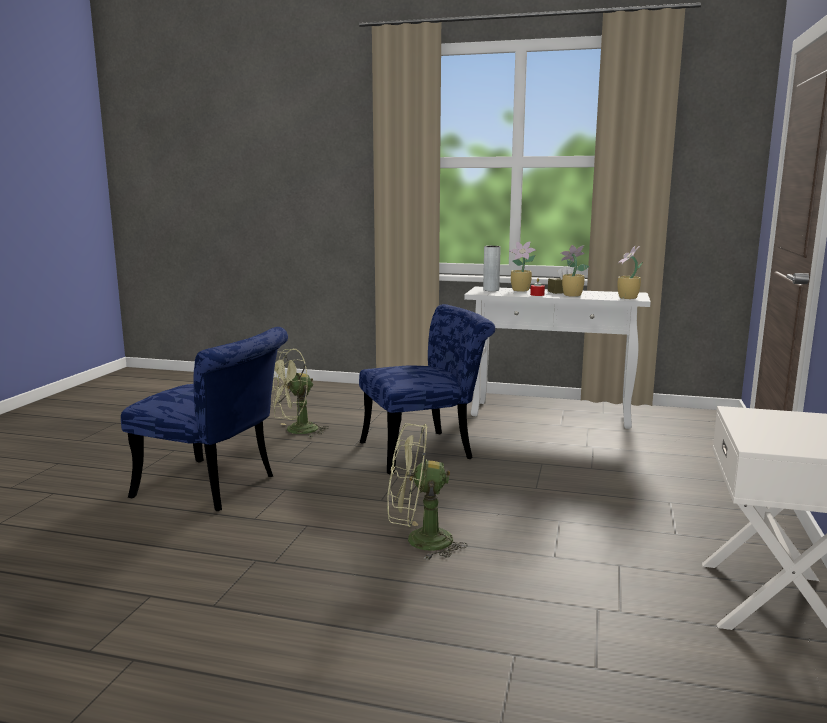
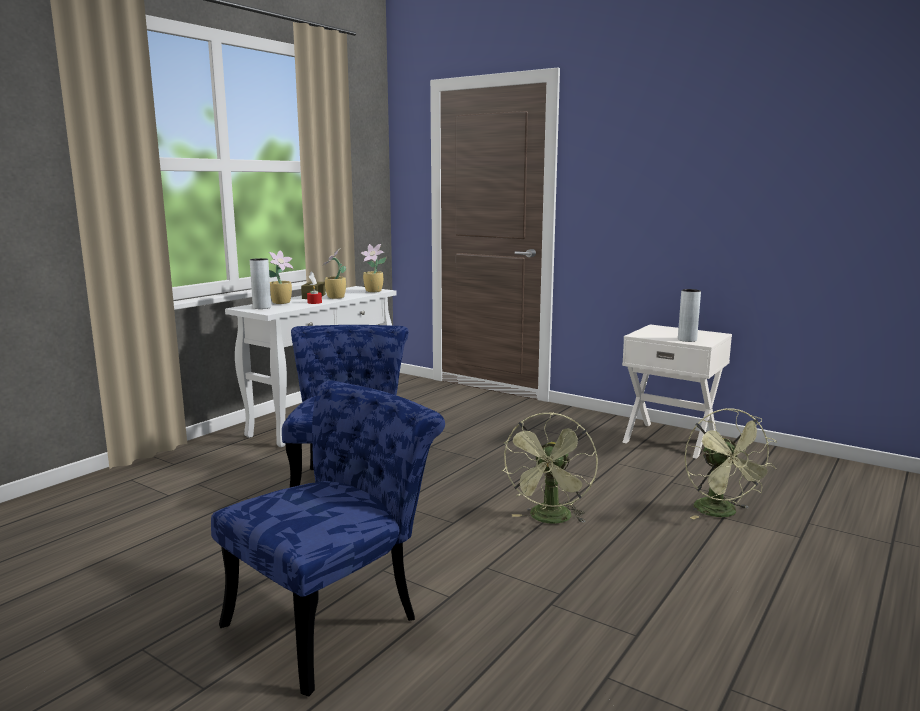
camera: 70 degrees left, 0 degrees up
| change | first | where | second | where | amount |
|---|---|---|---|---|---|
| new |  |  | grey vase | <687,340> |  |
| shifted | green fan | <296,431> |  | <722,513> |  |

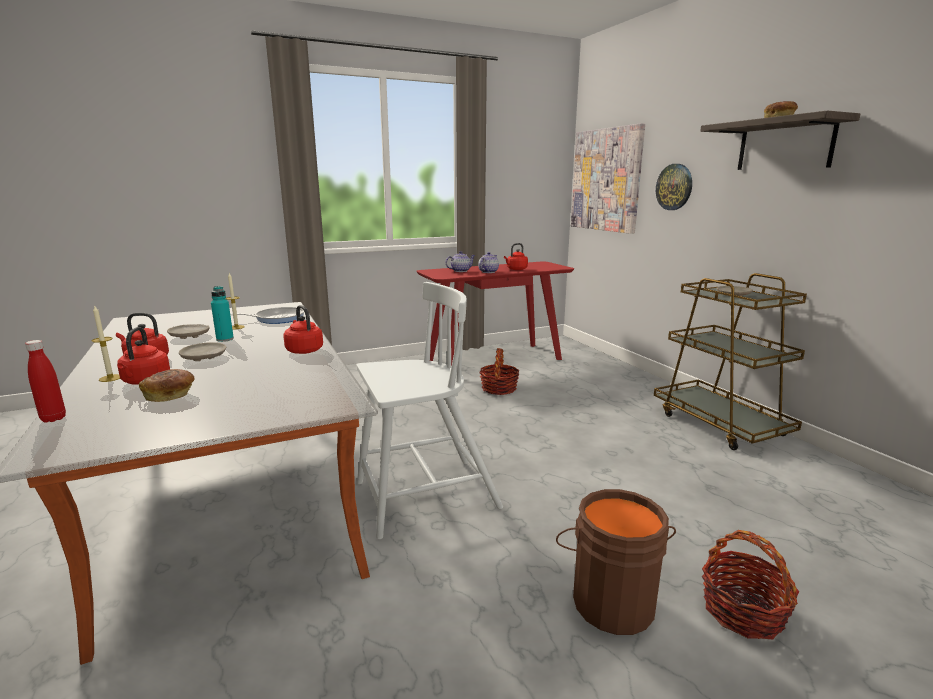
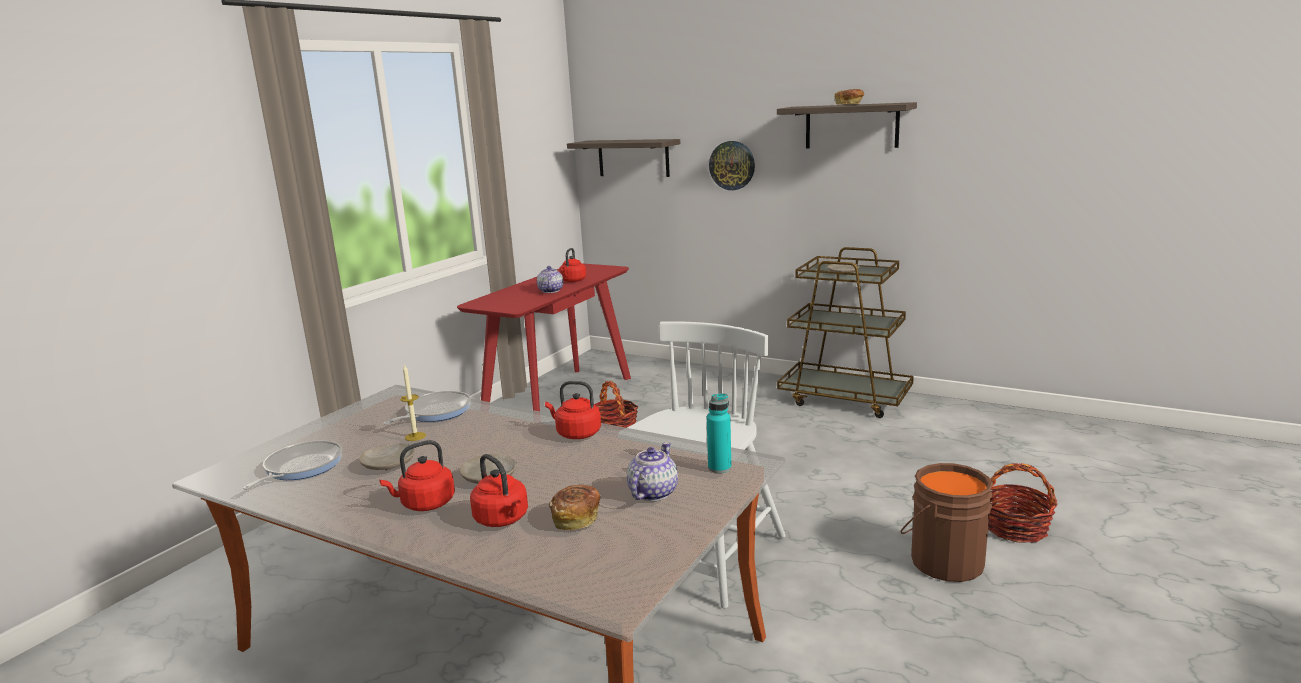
camera: 35 degrees left, 0 degrees up
| change | first | where | second | where | amount |
|---|---|---|---|---|---|
| gone | red bottle | <53,418> |  |  |  |
| gone | candle | <110,378> |  |  |  |
| new |  |  | frying pan | <300,467> |  |
| shifted | turquoise bottle | <225,339> |  | <719,468> |  |
| shifted | teapot | <460,271> |  | <652,493> |  |
| swapped | picture | <606,180> | shelf | <633,158> |  |

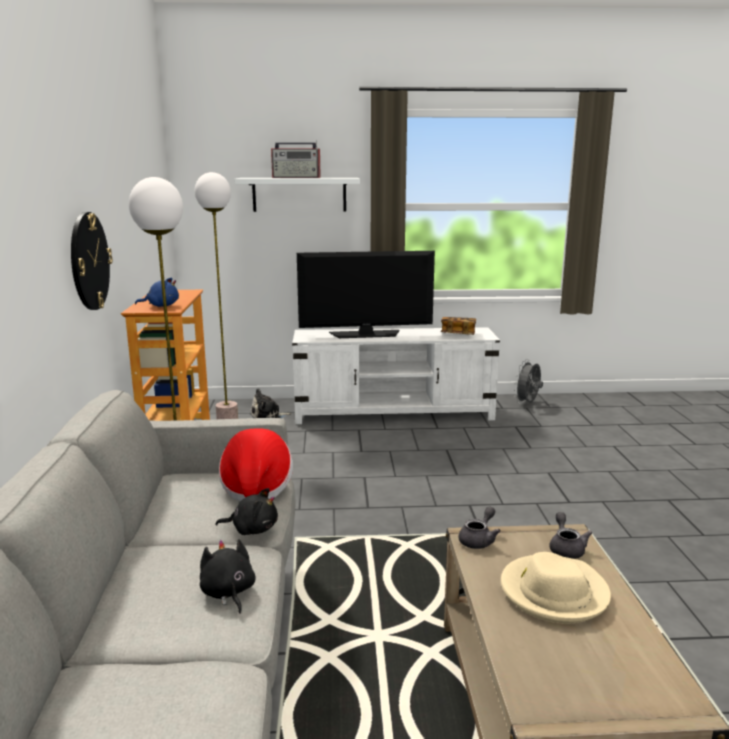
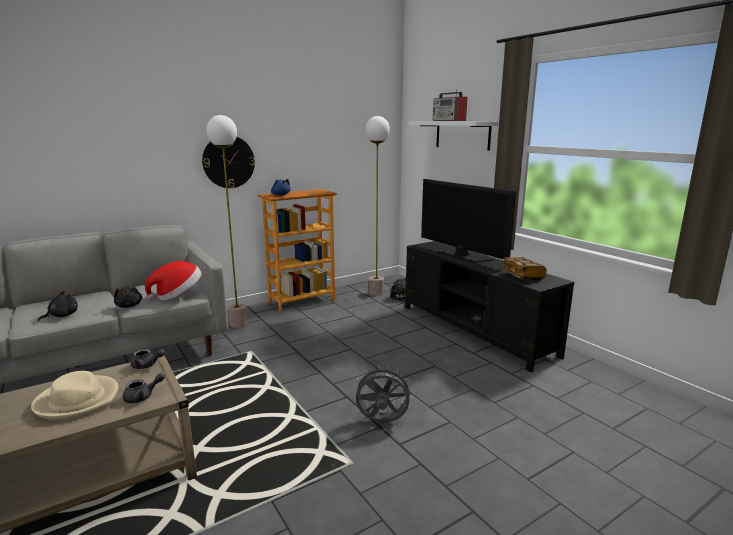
camera: 60 degrees right, 0 degrees up
| change | first | where | second | where | amount |
|---|---|---|---|---|---|
| shifted | grey fan | <527,403> |  | <382,422> |  |
| repainted | white tv stand | <394,413> | black tv stand | <475,330> |  |

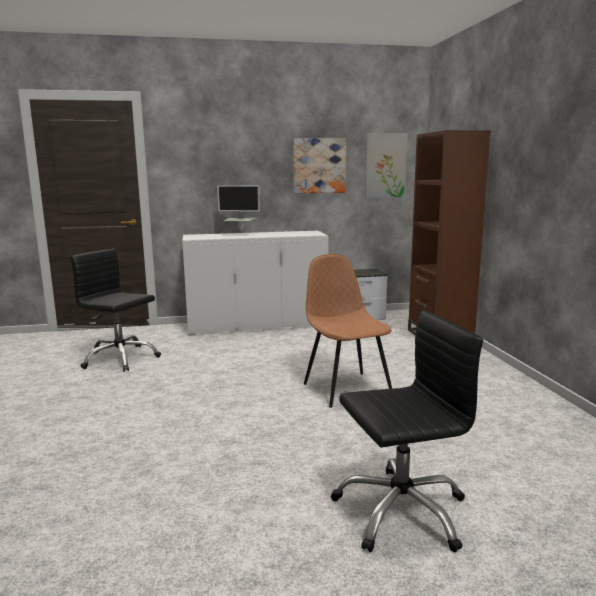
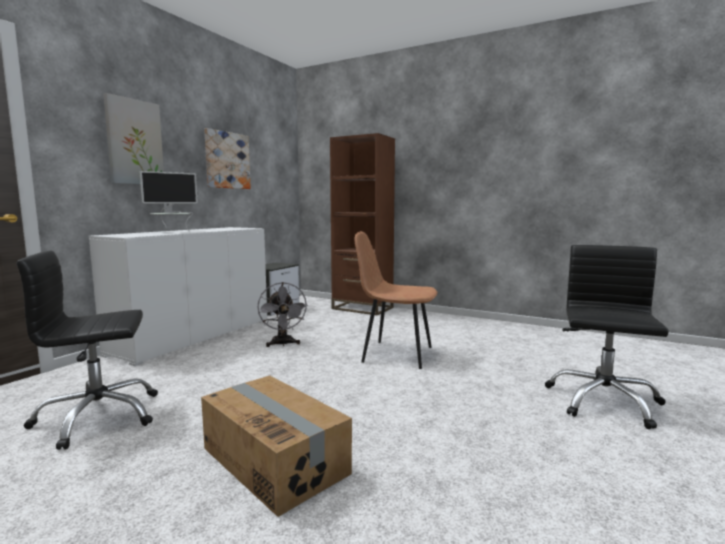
camera: 50 degrees left, 5 degrees down
| change | first | where | second | where | amount |
|---|---|---|---|---|---|
| new |  |  | cardboard box | <275,460> |  |
| new |  |  | grey fan | <283,344> |  |
| shifted | picture | <385,165> |  | <134,142> |  |

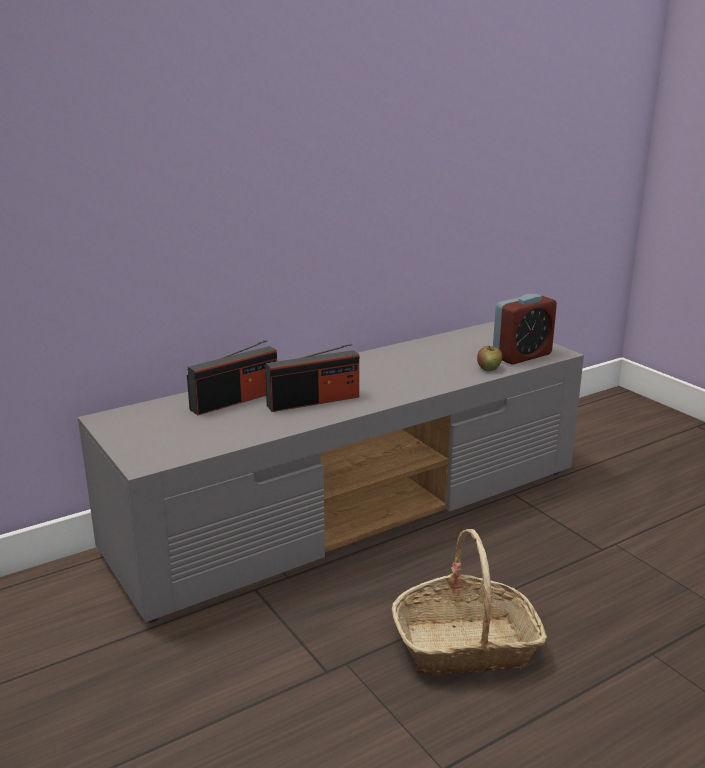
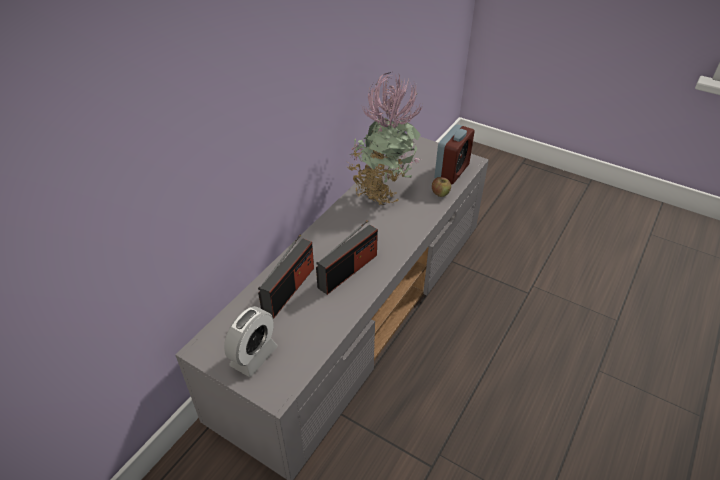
camera: 25 degrees left, 20 degrees up
| change | first | where | second | where | amount |
|---|---|---|---|---|---|
| gone | basket | <466,645> |  |  |  |
| new |  |  | alarm clock | <254,356> |  |
| new |  |  | potted plant | <382,191> |  |

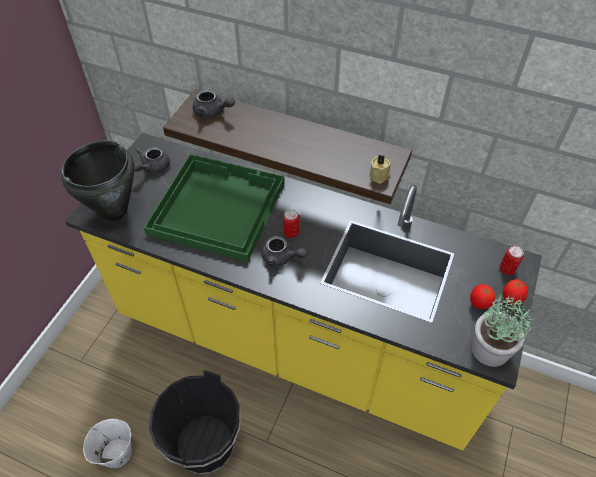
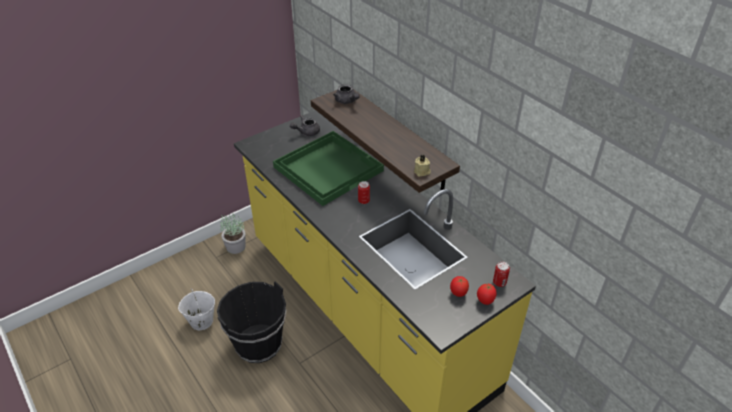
camera: 30 degrees right, 10 degrees down
| change | first | where | second | where | amount |
|---|---|---|---|---|---|
| gone | black cooking pot | <114,211> |  |  |  |
| gone | grey teapot | <281,258> |  |  |  |
| shifted | potted plant | <490,350> |  | <235,247> |  |

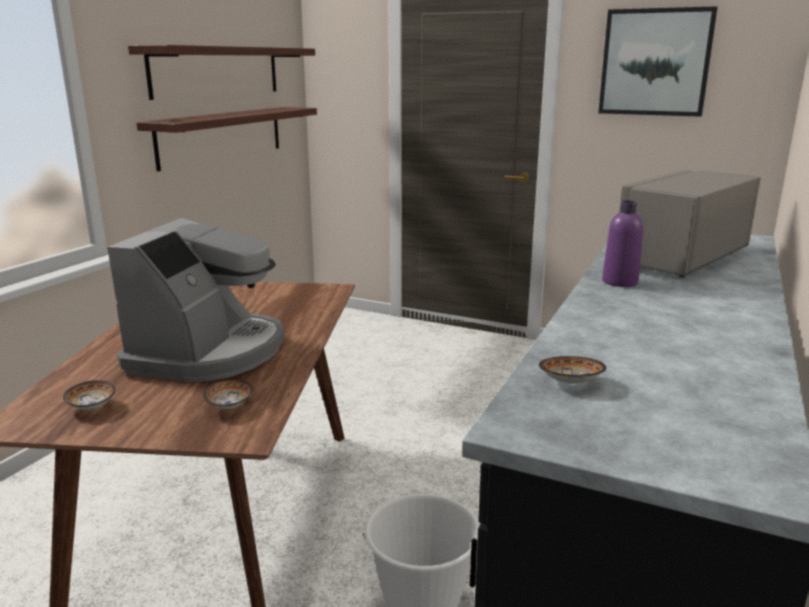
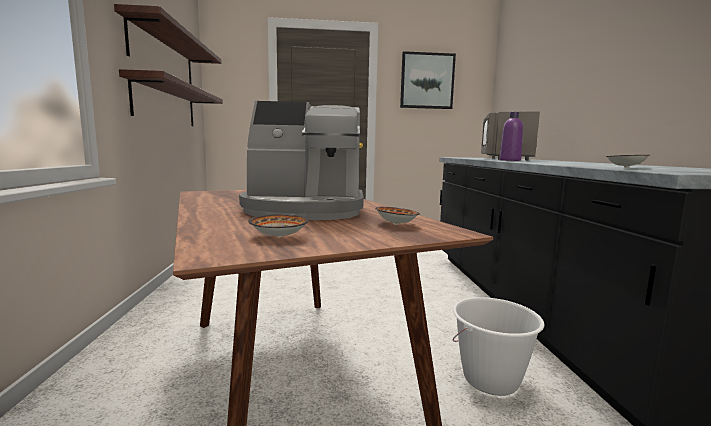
camera: 30 degrees left, 10 degrees down
| change | first | where | second | where | amount |
|---|---|---|---|---|---|
| rotated | coffee machine | <209,352> |  | <305,209> | 105 degrees clockwise |

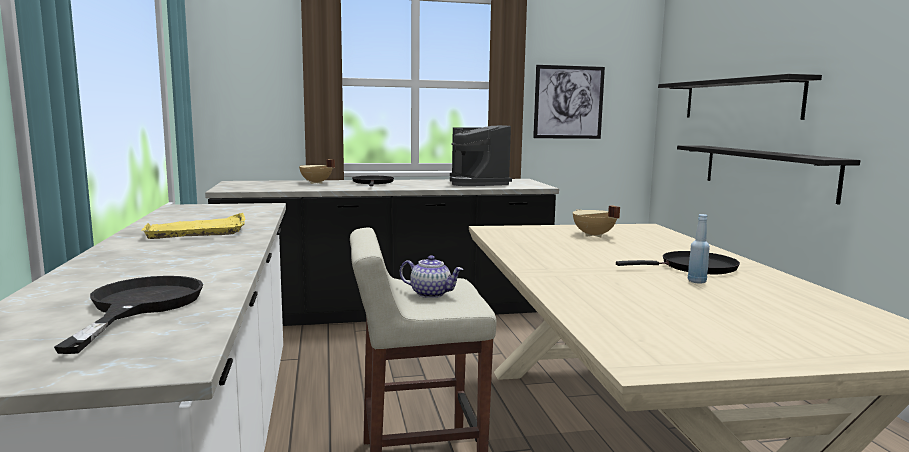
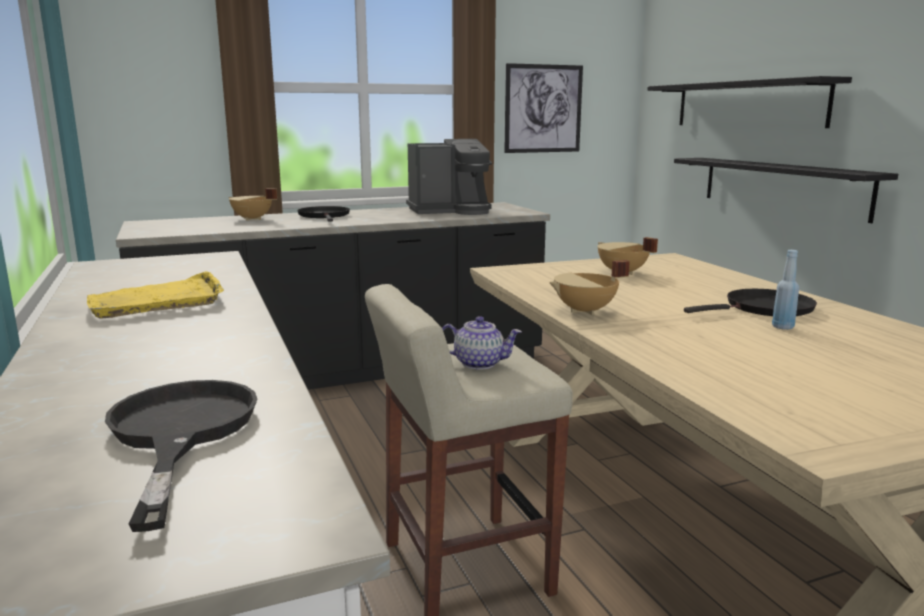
camera: 10 degrees left, 5 degrees up
| change | first | where | second | where | amount |
|---|---|---|---|---|---|
| new |  |  | beige cooking pot | <585,311> |  |
| rotated | coffee machine | <477,183> |  | <451,211> | 75 degrees counterclockwise |

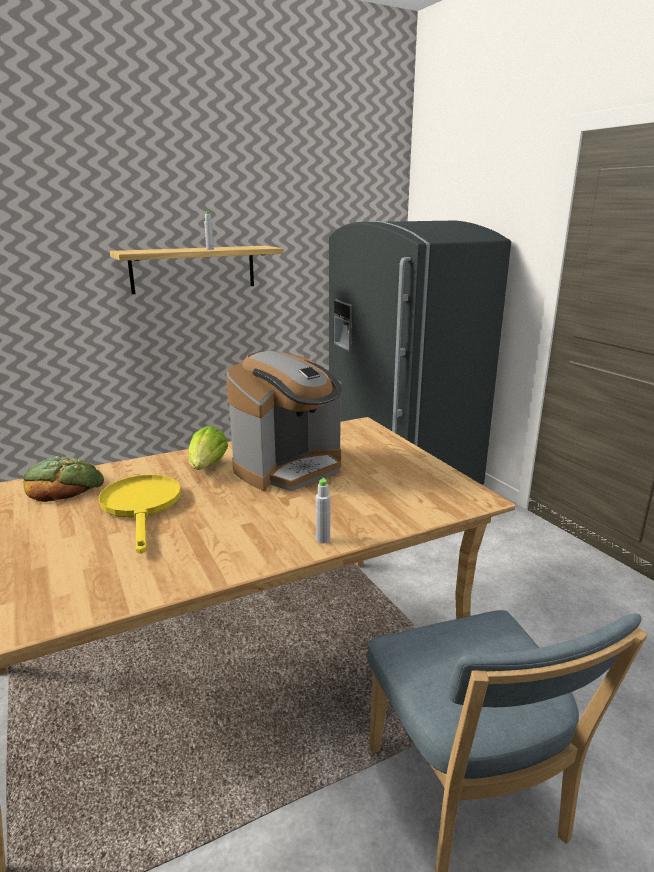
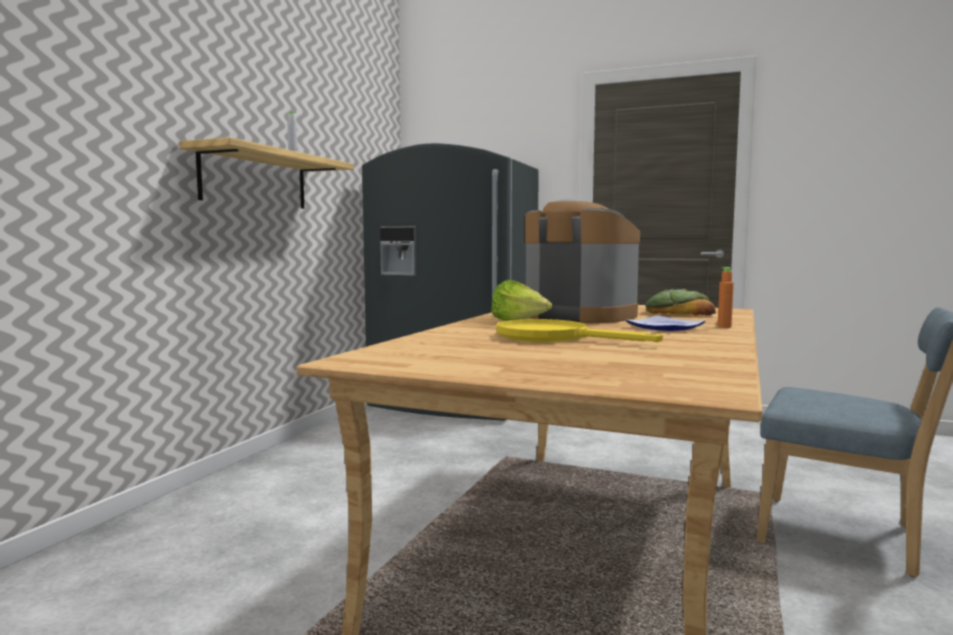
camera: 40 degrees left, 15 degrees down
| change | first | where | second | where | amount |
|---|---|---|---|---|---|
| new |  |  | plate | <663,327> |  |
| shifted | bread | <63,485> |  | <678,313> |  |
| repainted | grey bottle | <323,539> | orange bottle | <724,327> |  |
| rotated | coffee machine | <289,468> |  | <580,316> | 60 degrees counterclockwise |

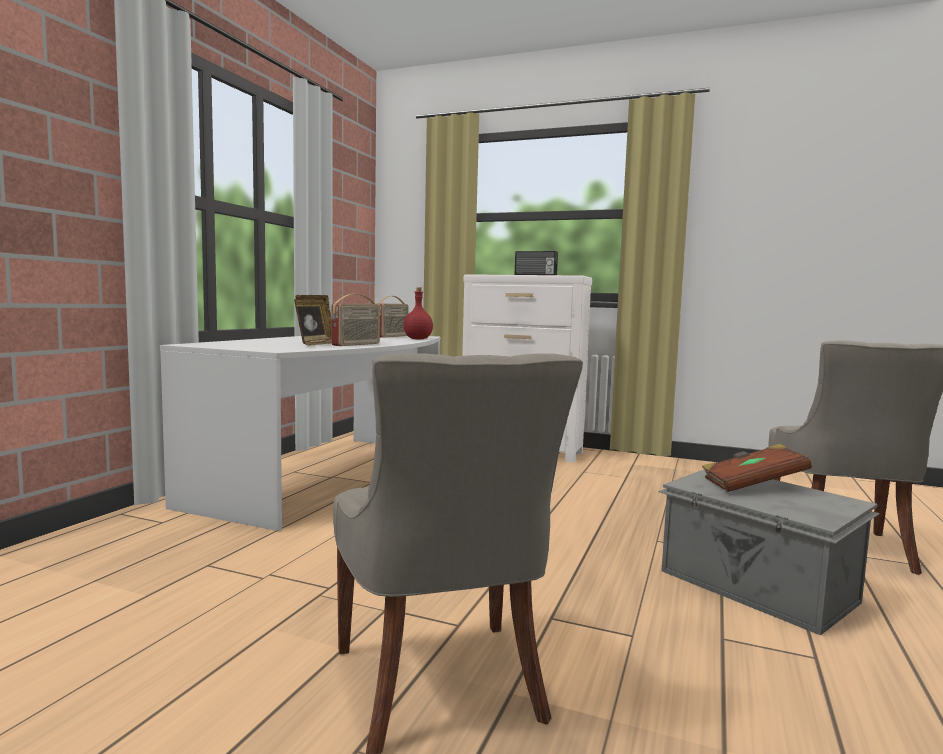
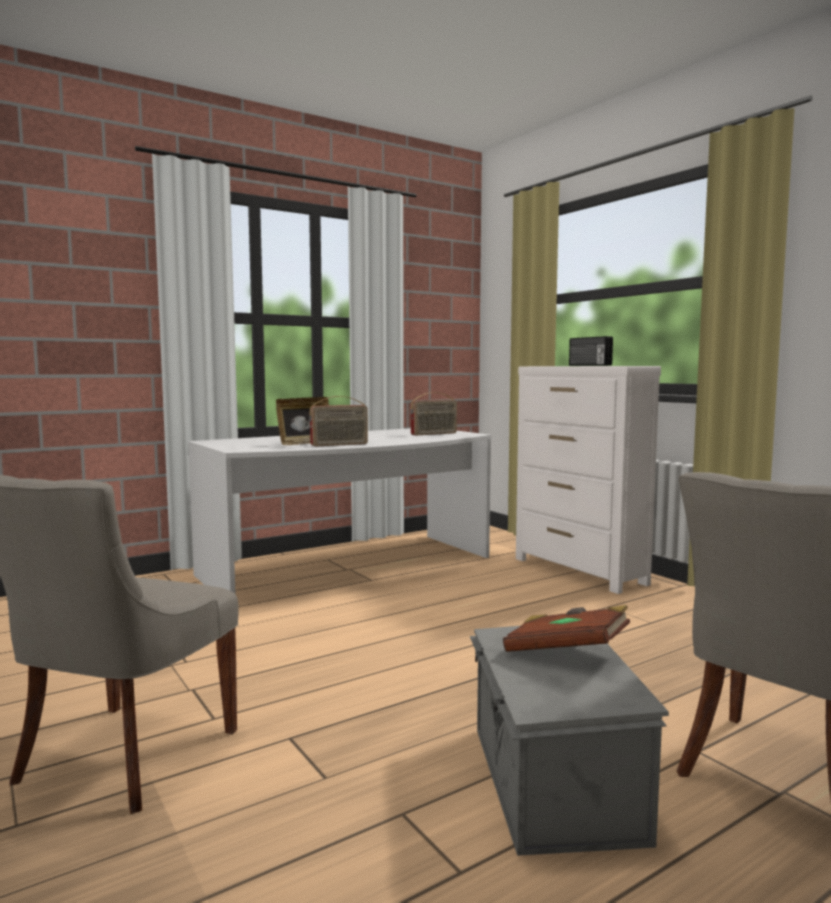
camera: 35 degrees right, 0 degrees up
| change | first | where | second | where | amount |
|---|---|---|---|---|---|
| gone | red bottle | <417,339> |  |  |  |

